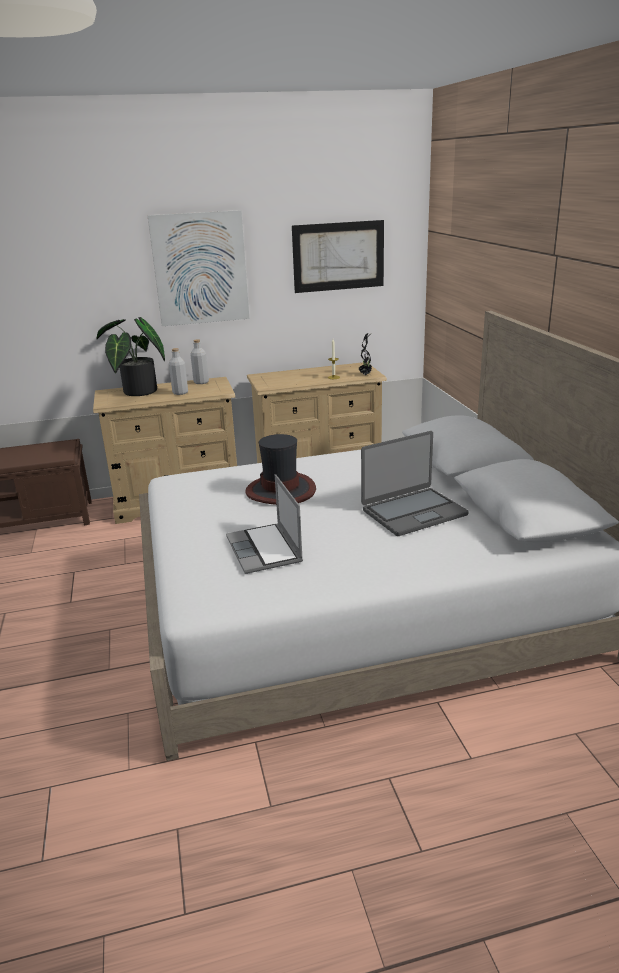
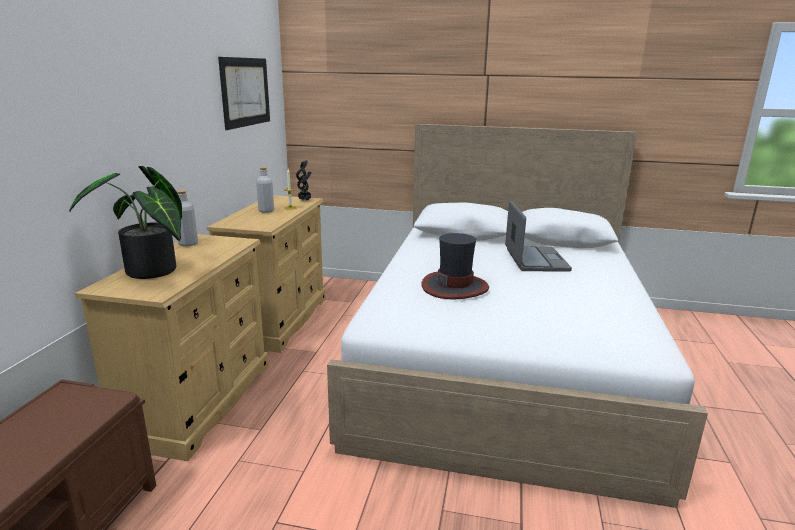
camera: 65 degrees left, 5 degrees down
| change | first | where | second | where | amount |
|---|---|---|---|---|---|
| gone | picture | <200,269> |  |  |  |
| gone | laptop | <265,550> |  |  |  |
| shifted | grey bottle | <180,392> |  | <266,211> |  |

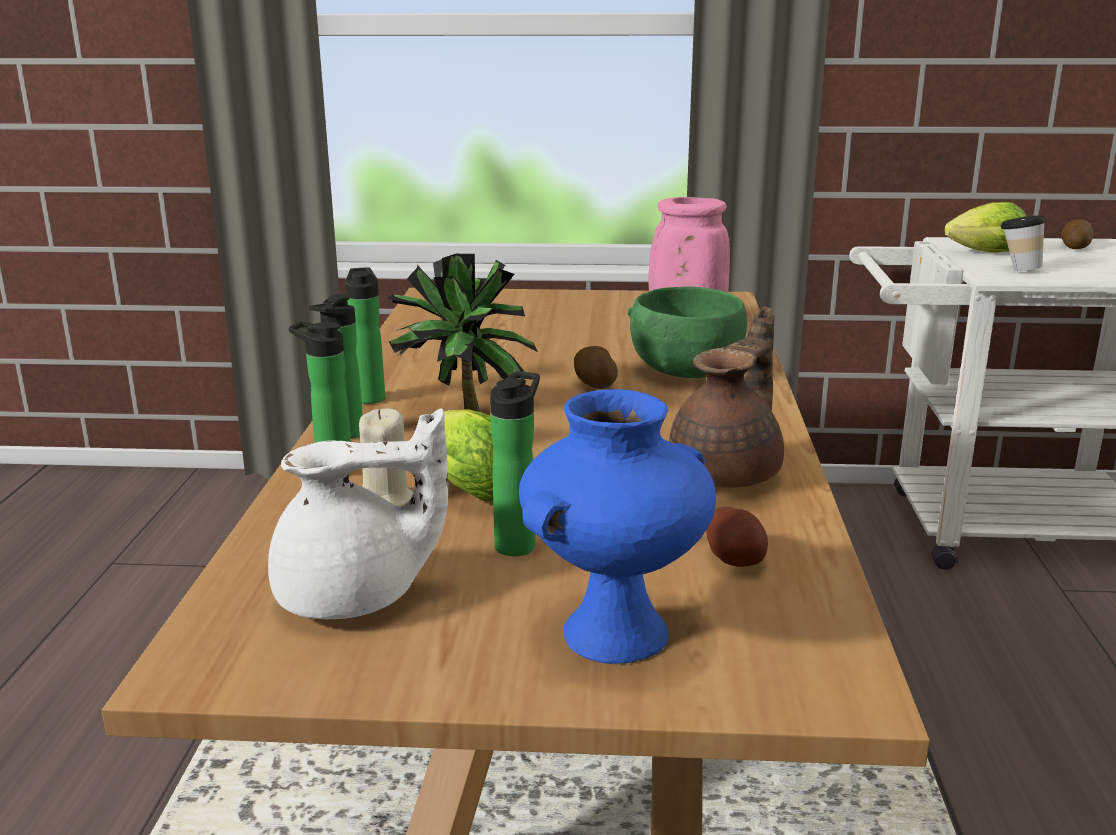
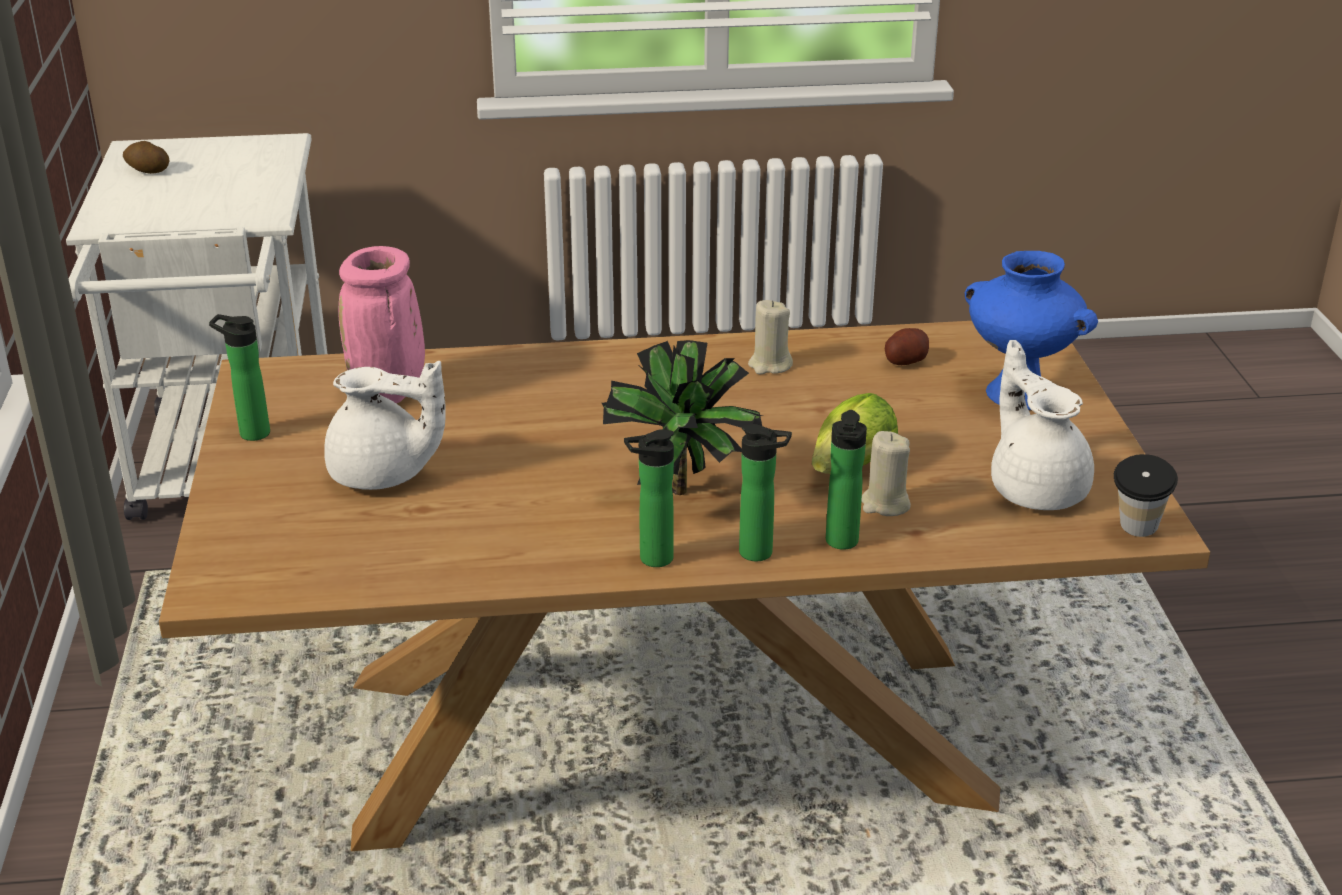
camera: 100 degrees left, 10 degrees up
| change | first | where | second | where | amount |
|---|---|---|---|---|---|
| gone | potato | <594,384> |  |  |  |
| gone | green bowl | <685,369> |  |  |  |
| gone | lettuce | <981,253> |  |  |  |
| new |  |  | white teapot | <383,475> |  |
| shifted | bottle | <518,543> |  | <250,433> |  |
| shifted | cup | <1017,270> |  | <1135,533> |  |
| swapped | brown teapot | <728,473> | beige candle | <769,365> |  |

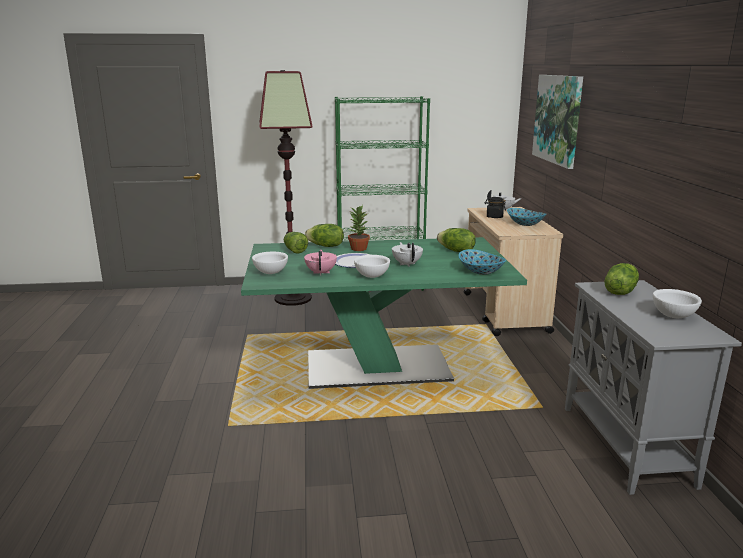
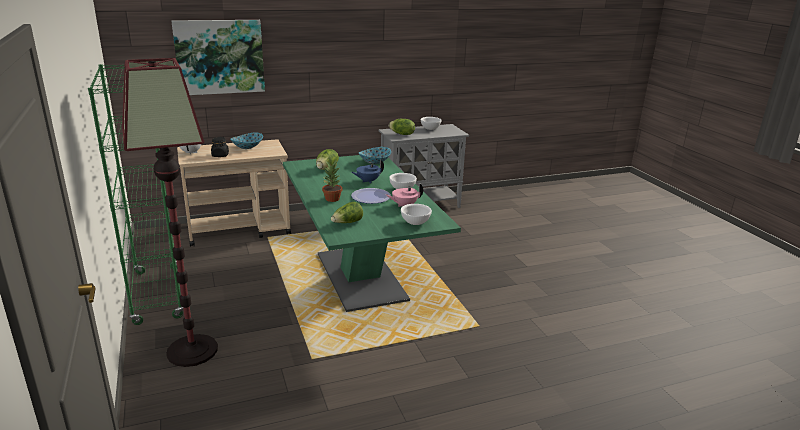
camera: 105 degrees left, 5 degrees up
| change | first | where | second | where | amount |
|---|---|---|---|---|---|
| gone | lettuce | <325,246> |  |  |  |
| repainted | white teapot | <407,264> | blue teapot | <368,181> |  |

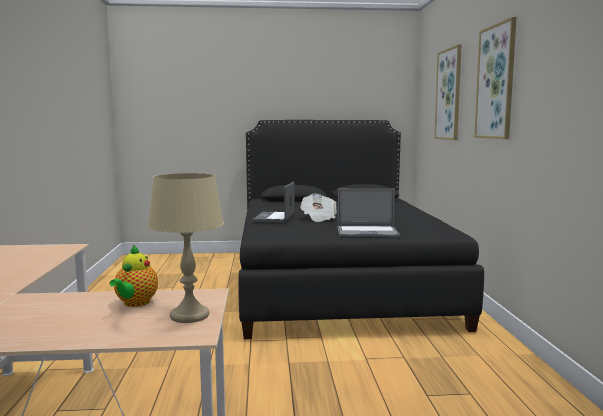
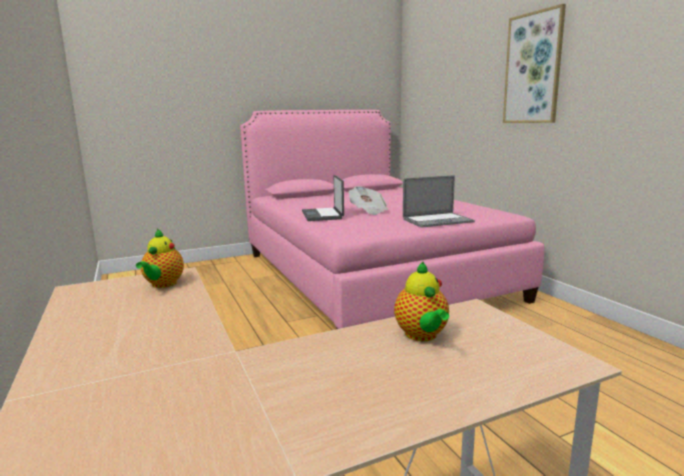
camera: 20 degrees left, 5 degrees up
| change | first | where | second | where | amount |
|---|---|---|---|---|---|
| gone | beige table lamp | <189,315> |  |  |  |
| gone | picture | <449,94> |  |  |  |
| new |  |  | teapot | <163,284> |  |
| repainted | black bed | <336,283> | pink bed | <369,275> |  |

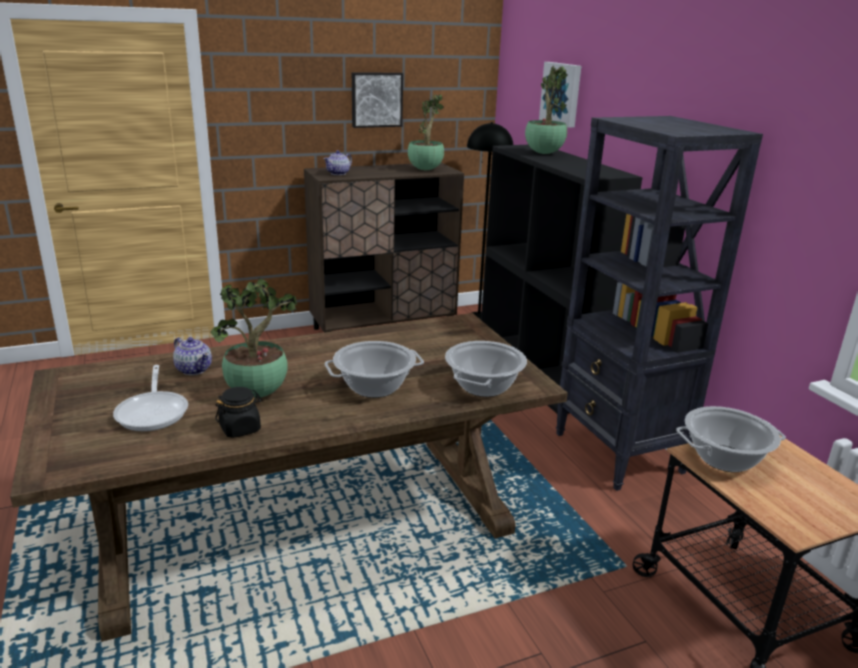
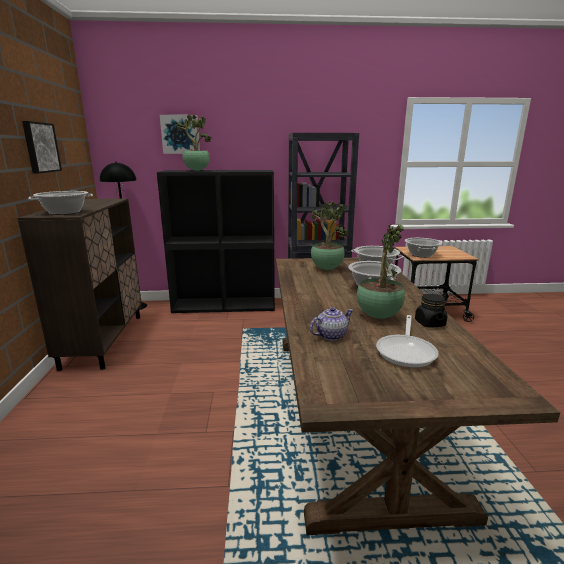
camera: 70 degrees left, 5 degrees down
| change | first | where | second | where | amount |
|---|---|---|---|---|---|
| shifted | potted plant | <425,169> |  | <326,268> |  |
| swapped | teapot | <338,173> | cooking pot | <65,212> |  |
| rotated | frying pan | <153,412> |  | <406,351> | 105 degrees clockwise |

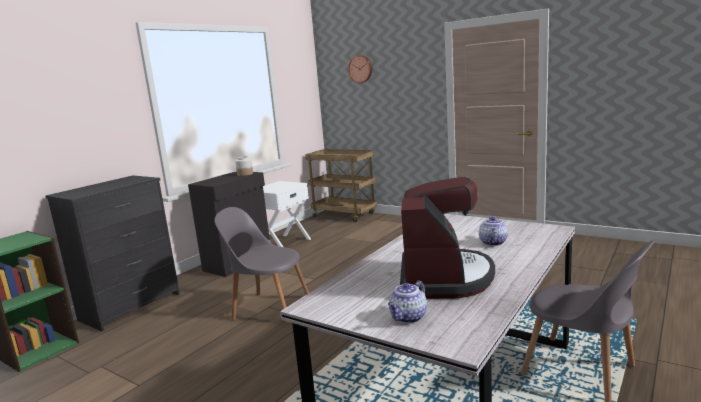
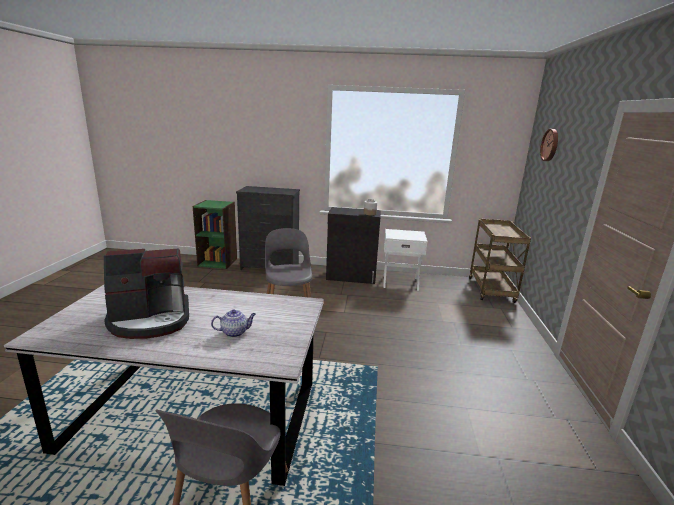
camera: 60 degrees right, 5 degrees up
| change | first | where | second | where | amount |
|---|---|---|---|---|---|
| gone | teapot | <408,317> |  |  |  |

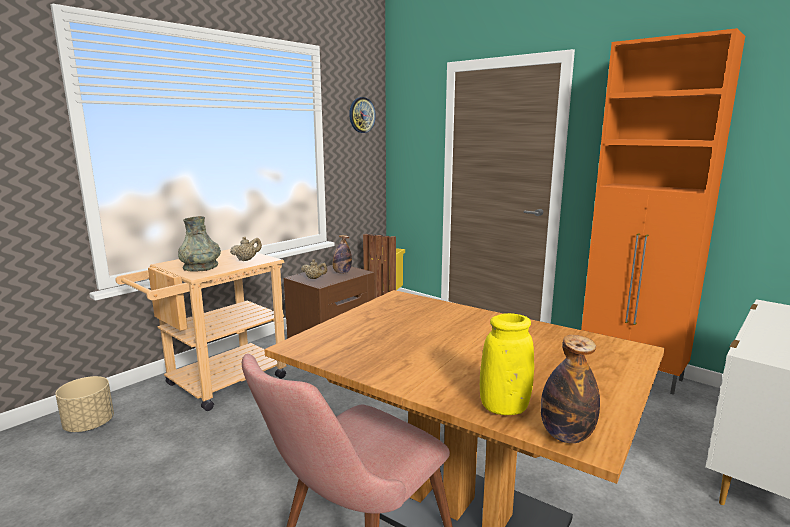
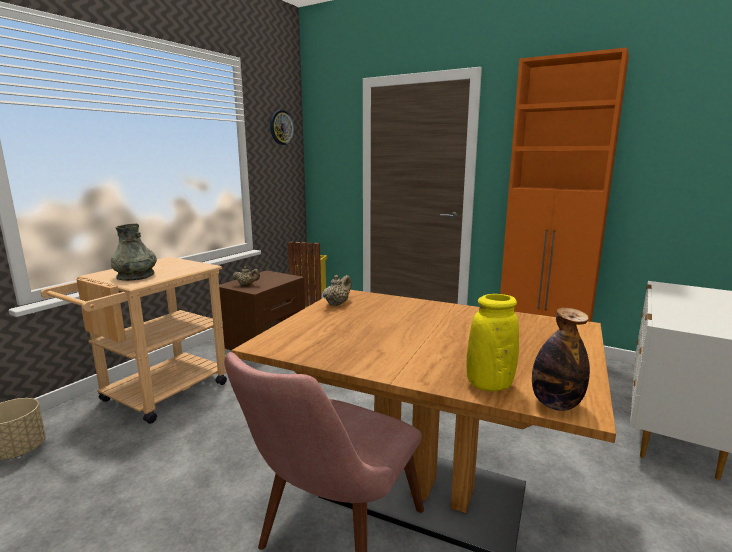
camera: 10 degrees left, 0 degrees up
| change | first | where | second | where | amount |
|---|---|---|---|---|---|
| gone | bottle | <342,272> |  |  |  |
| shifted | beige teapot | <246,260> |  | <337,304> |  |

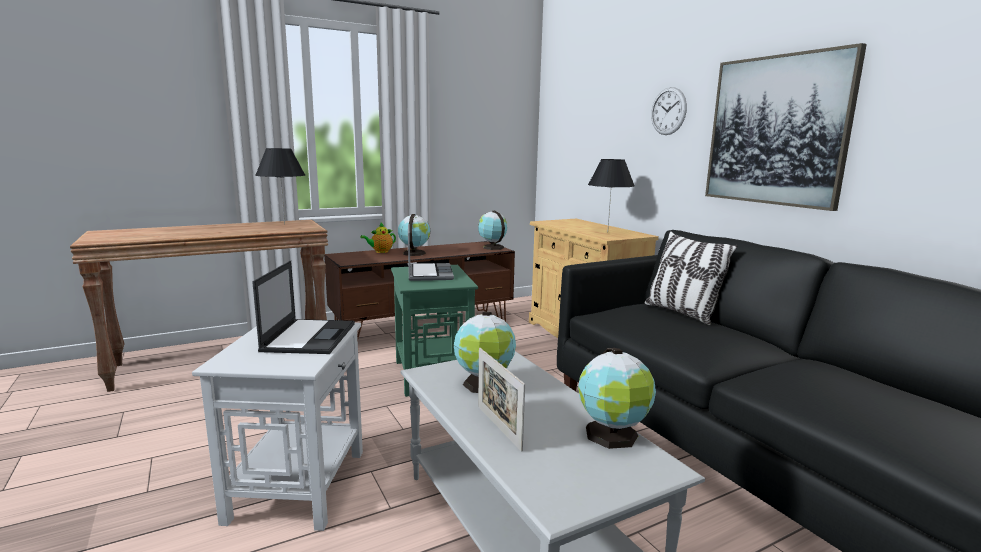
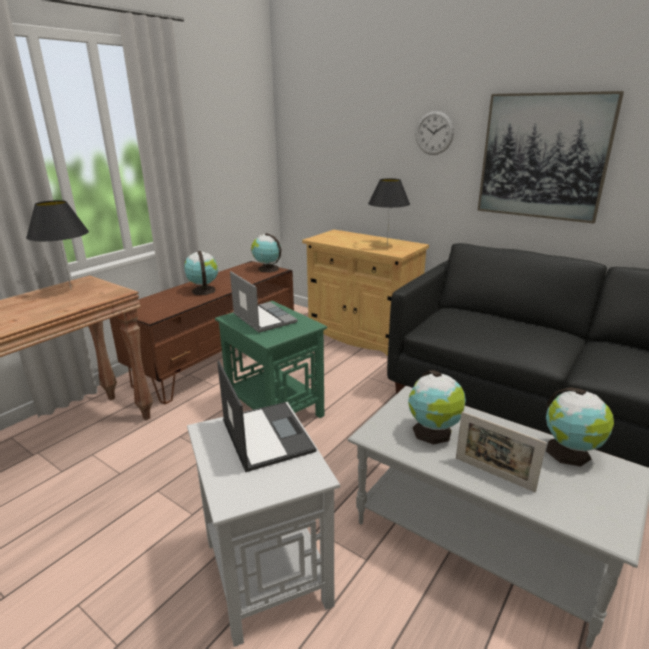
camera: 25 degrees left, 10 degrees up
| change | first | where | second | where | amount |
|---|---|---|---|---|---|
| gone | teapot | <380,252> |  |  |  |
| gone | pillow | <682,313> |  |  |  |

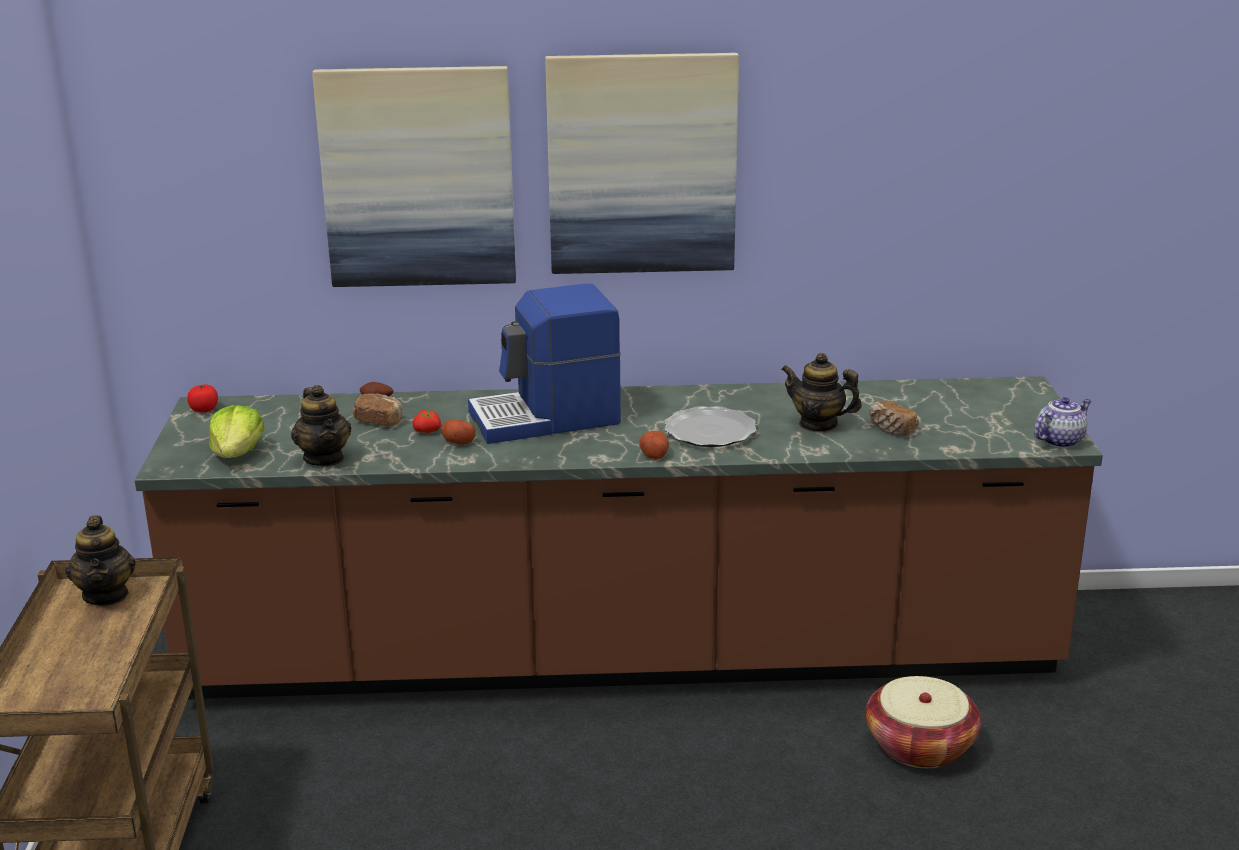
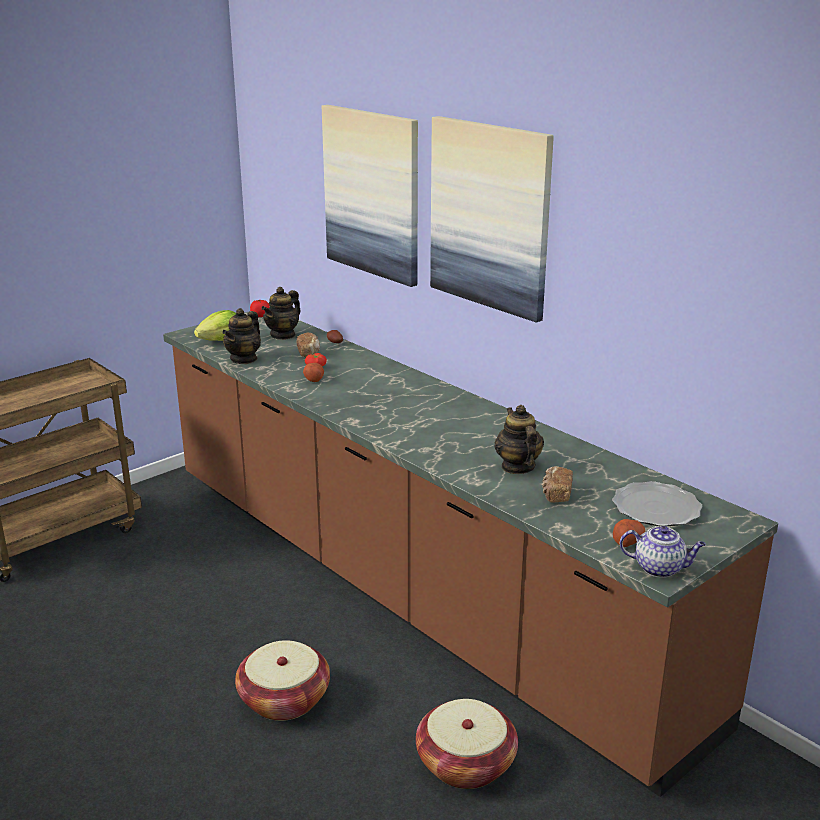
camera: 50 degrees right, 0 degrees up
| change | first | where | second | where | amount |
|---|---|---|---|---|---|
| gone | coffee machine | <546,419> |  |  |  |
| new |  |  | basket | <284,699> |  |
| shifted | teapot | <106,595> |  | <283,335> |  |
| shifted | potato | <654,454> |  | <627,541> |  |
| shifted | plate | <710,431> |  | <656,508> |  |

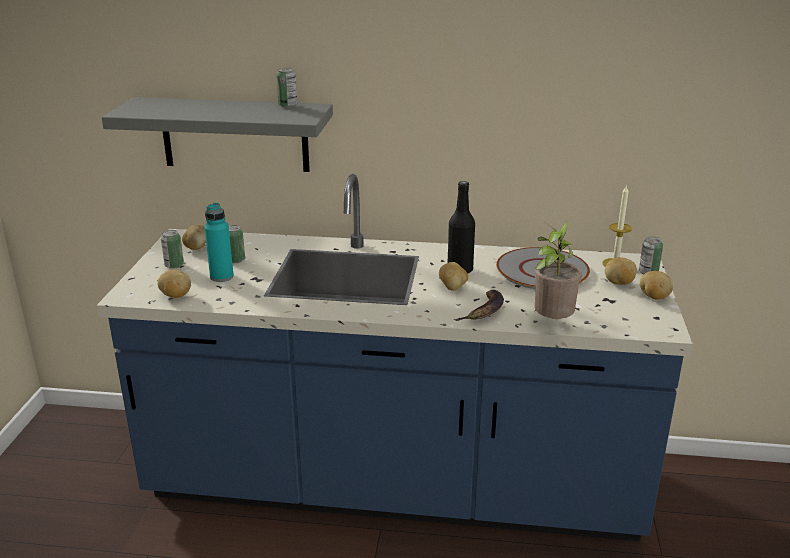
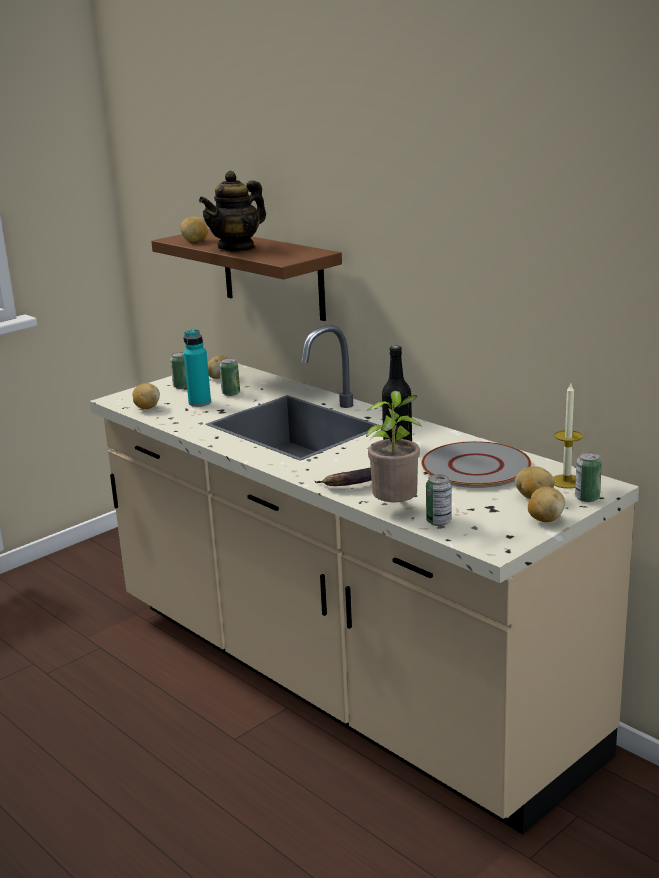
camera: 40 degrees right, 5 degrees down
| change | first | where | second | where | amount |
|---|---|---|---|---|---|
| new |  |  | teapot | <236,248> |  |
| shifted | can | <287,105> |  | <438,521> |  |
| shifted | potato | <453,288> |  | <195,241> |  |
| repainted | blue counter | <395,487> | beige counter | <341,681> |  |
| repainted | grey shelf | <235,134> | brown shelf | <273,274> |  |

